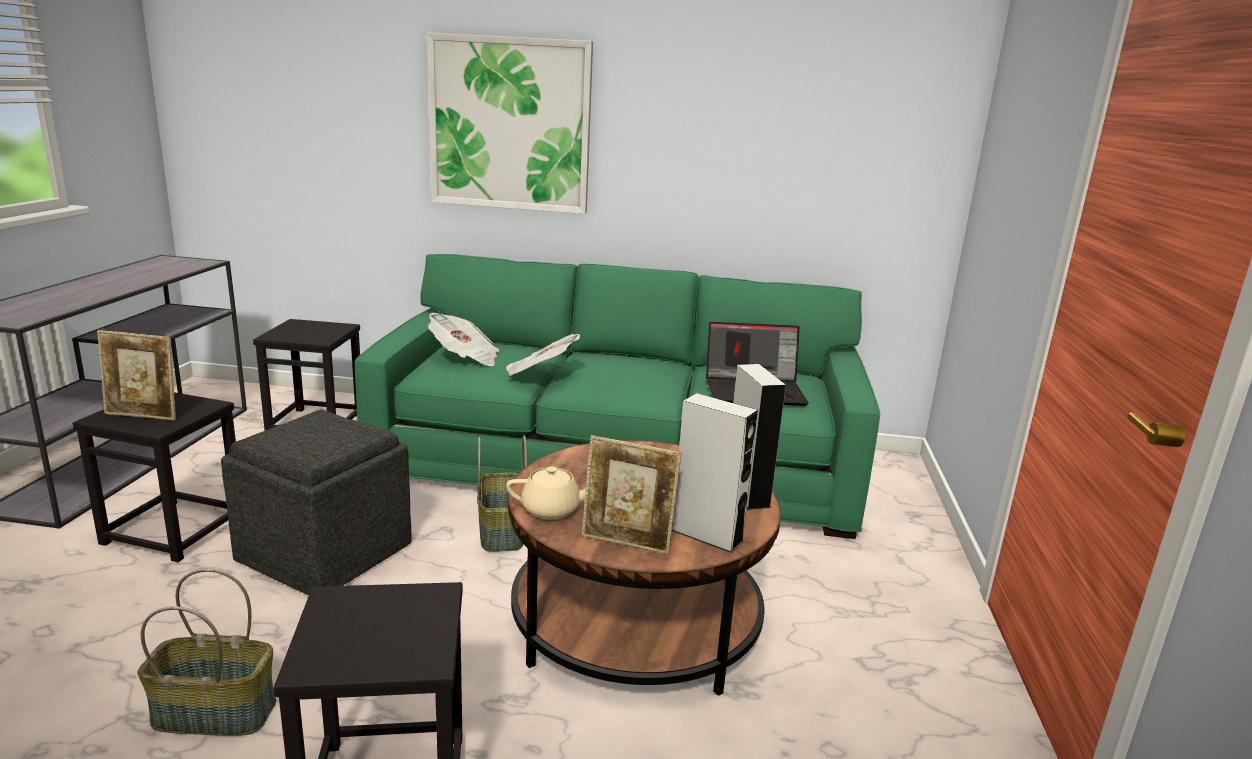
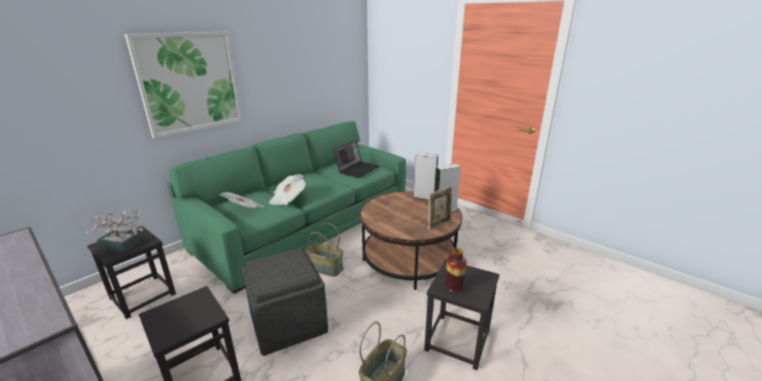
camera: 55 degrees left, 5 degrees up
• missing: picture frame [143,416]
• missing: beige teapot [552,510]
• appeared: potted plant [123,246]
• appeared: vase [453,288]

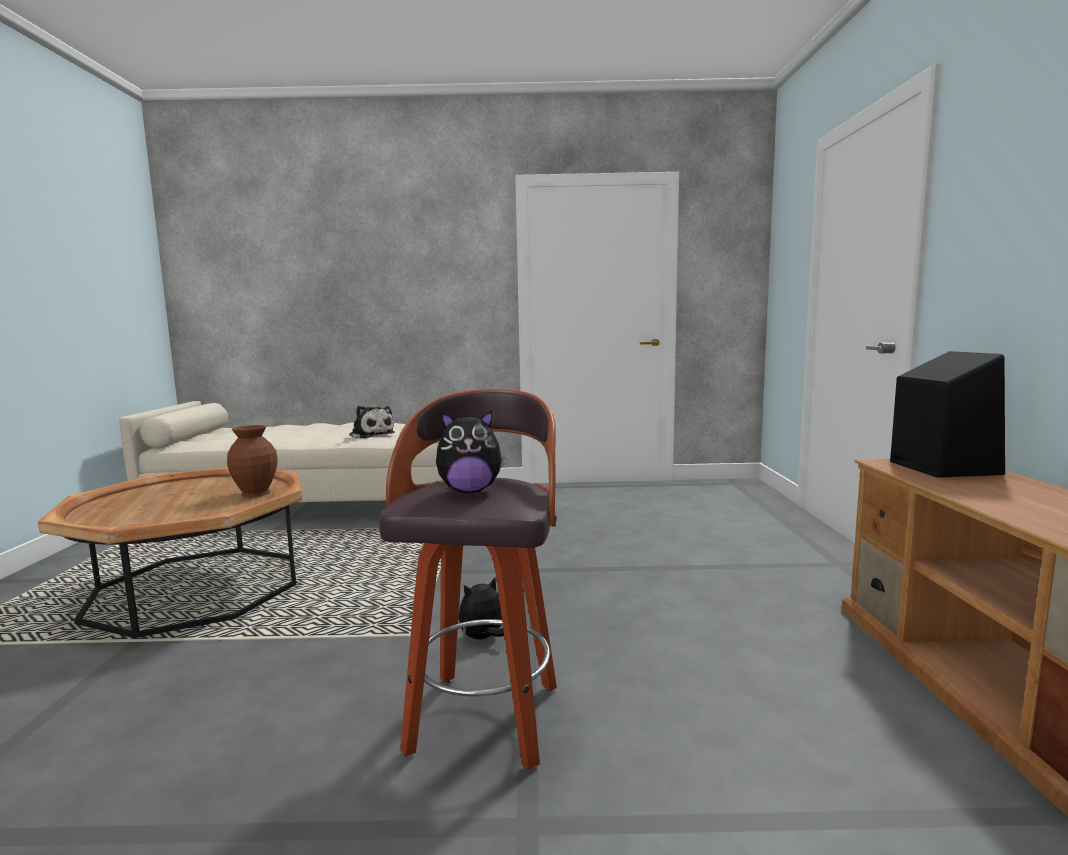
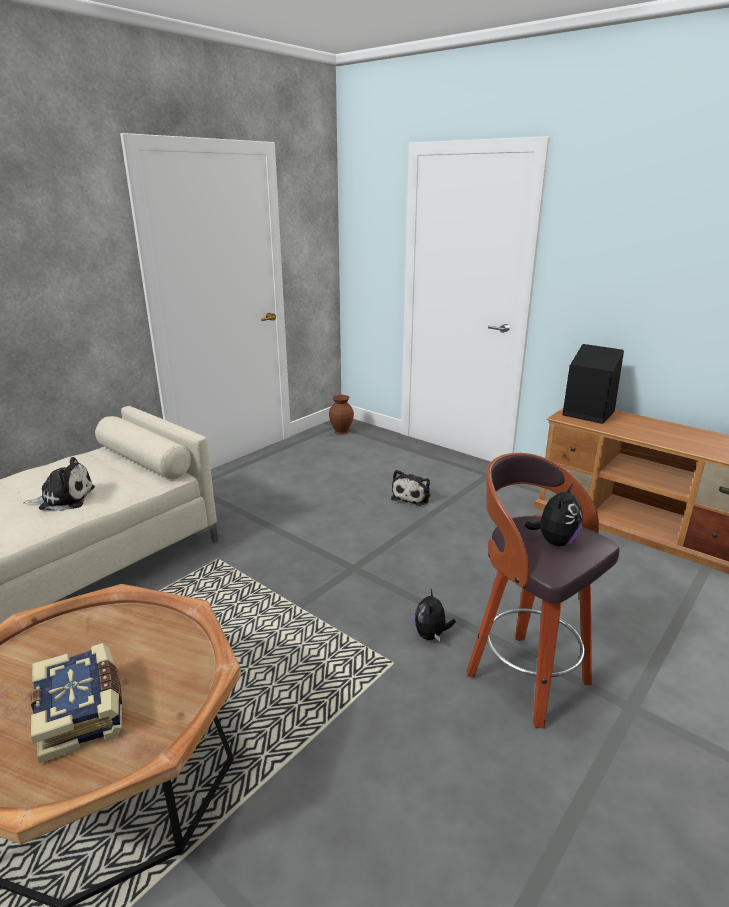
camera: 50 degrees left, 15 degrees up
• appeared: book [82,711]
• appeared: plush toy [412,496]
• relocated: brown vase [256,493] to [342,431]

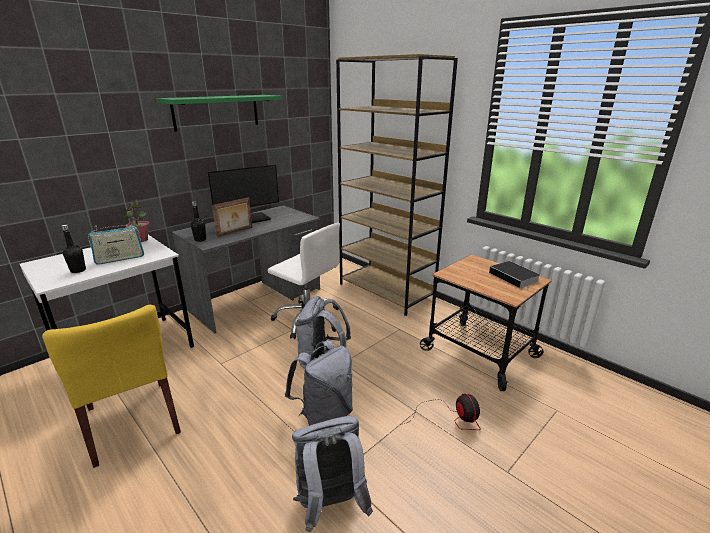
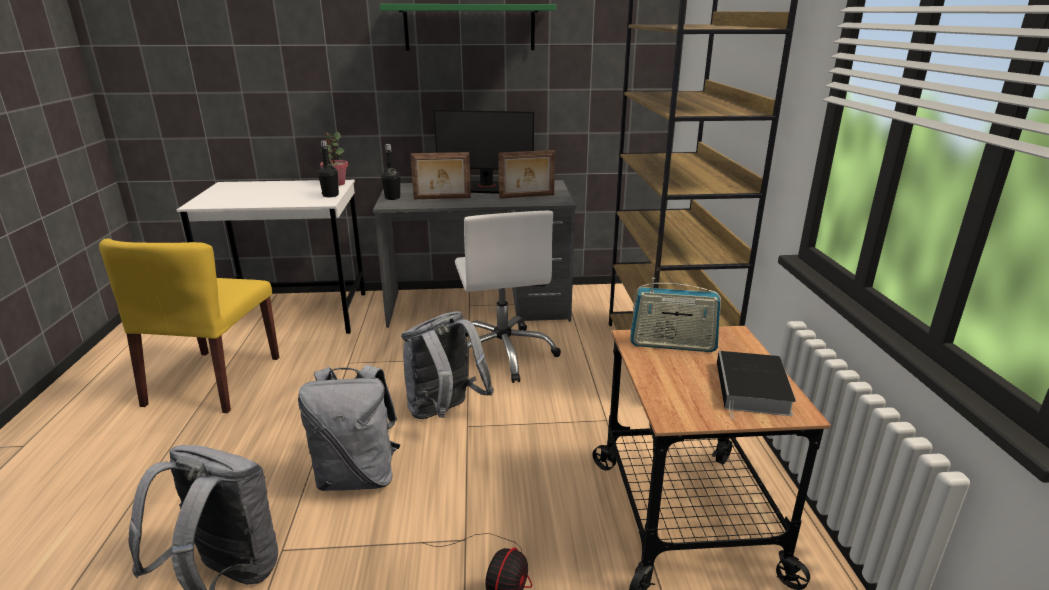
camera: 40 degrees right, 0 degrees up
• appeared: picture frame [527,197]
• relocated: black bottle [78,270] to [330,195]
• relocated: radio [120,259] to [672,344]

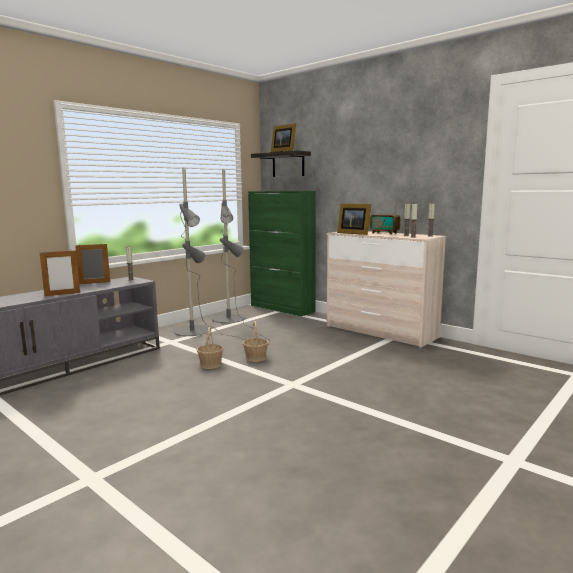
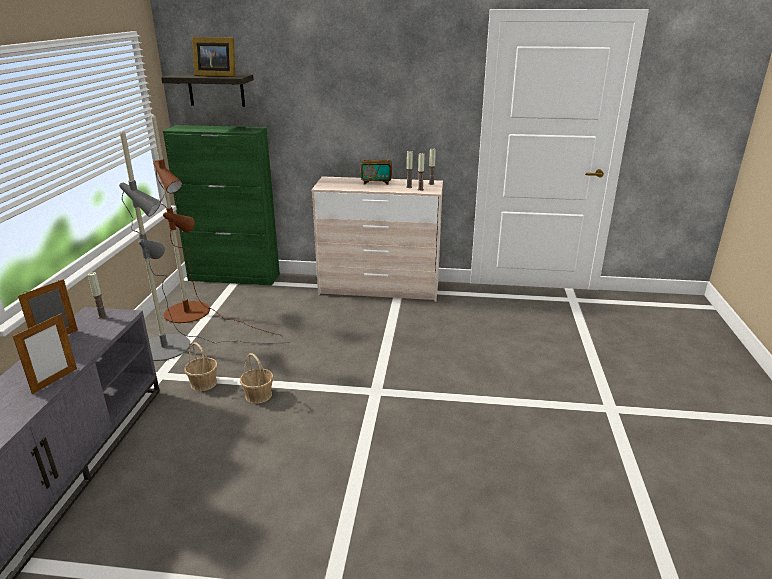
camera: 35 degrees left, 15 degrees up
• missing: picture frame [353,233]
• relocated: basket [256,358] to [203,383]
• colour: grey floor lamp [232,320] to brown floor lamp [196,314]

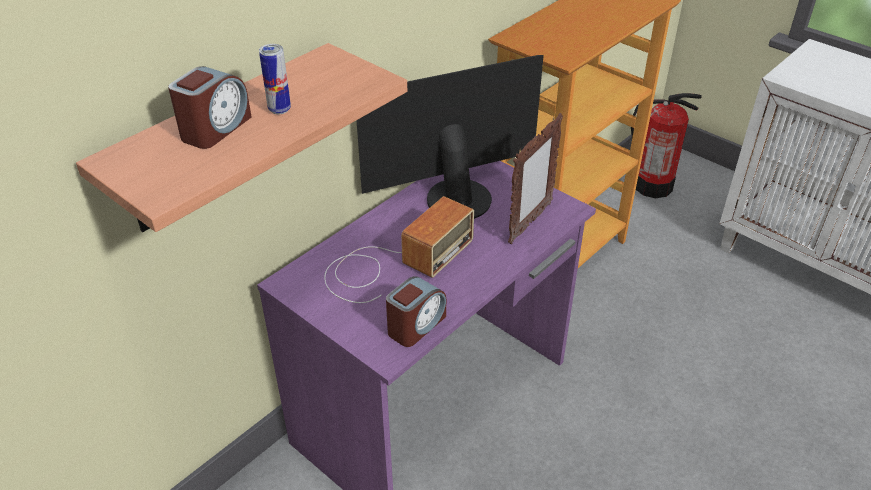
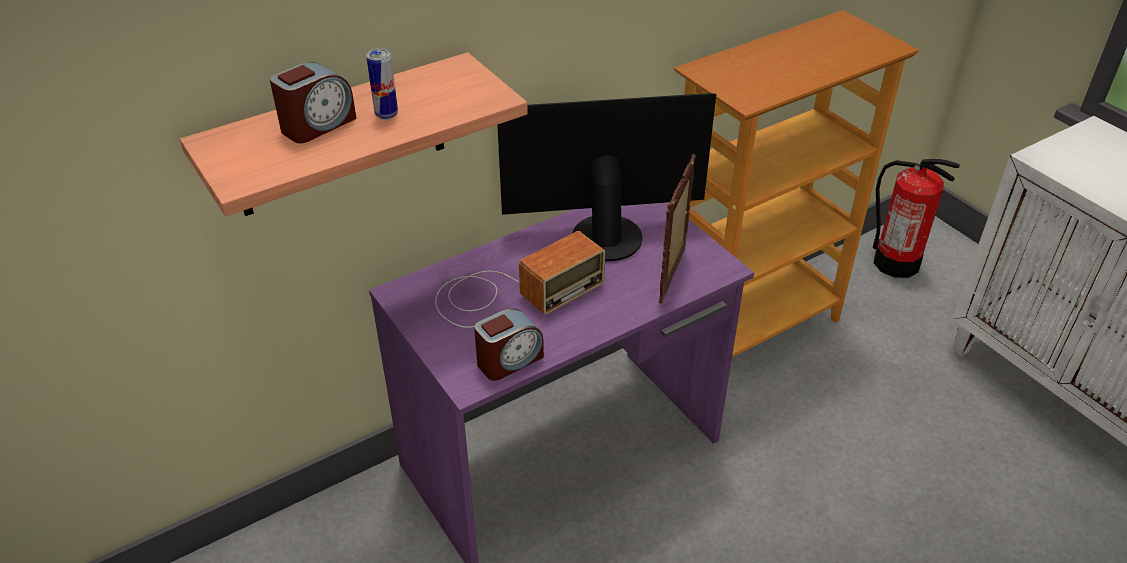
camera: 15 degrees right, 0 degrees up
• spun: picture frame [529,223] = [673,276] 150 degrees clockwise

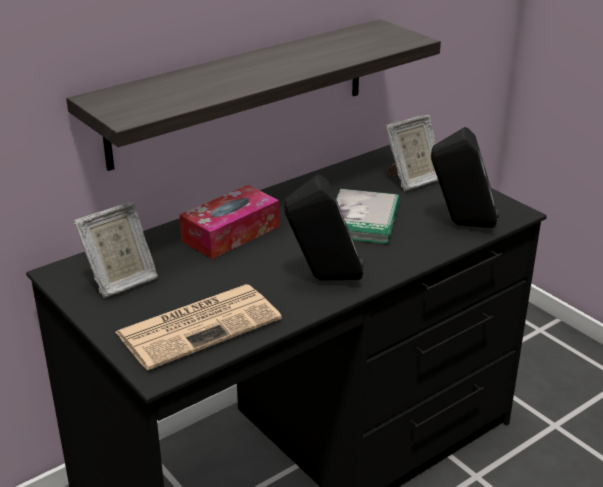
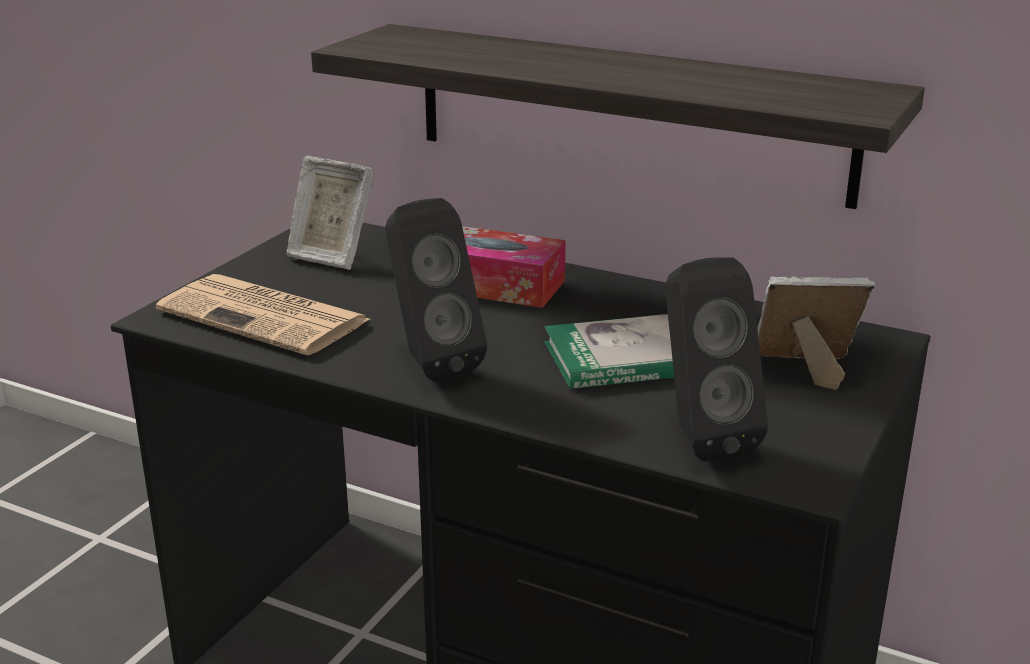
camera: 65 degrees right, 5 degrees down
• spun: picture frame [413,180] = [804,371] 150 degrees clockwise

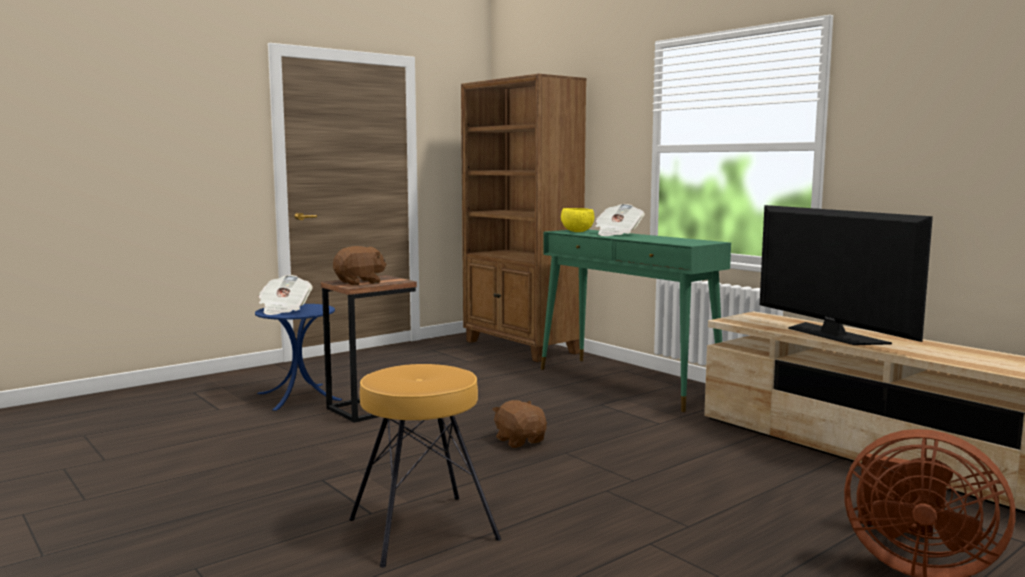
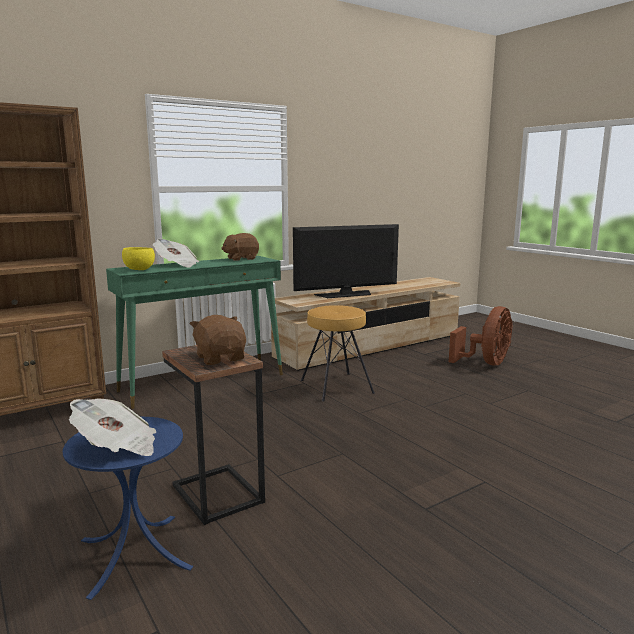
camera: 85 degrees left, 5 degrees up
• relocated: brown stool [422,528] to [336,387]
• relocated: brown plush toy [520,441] to [241,259]

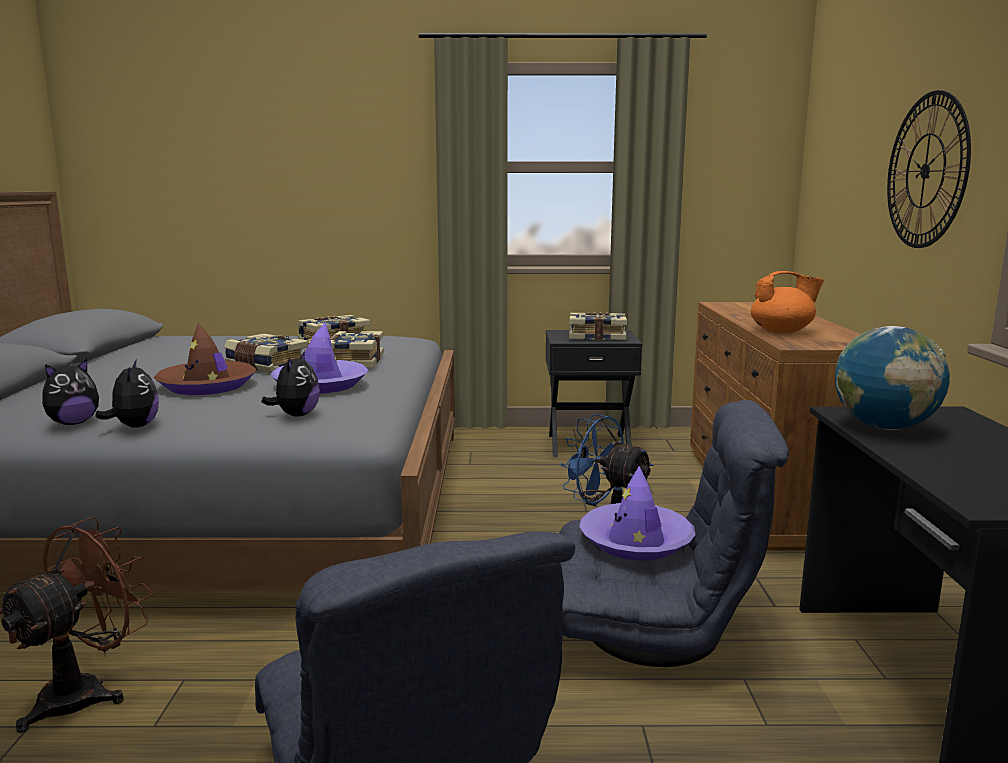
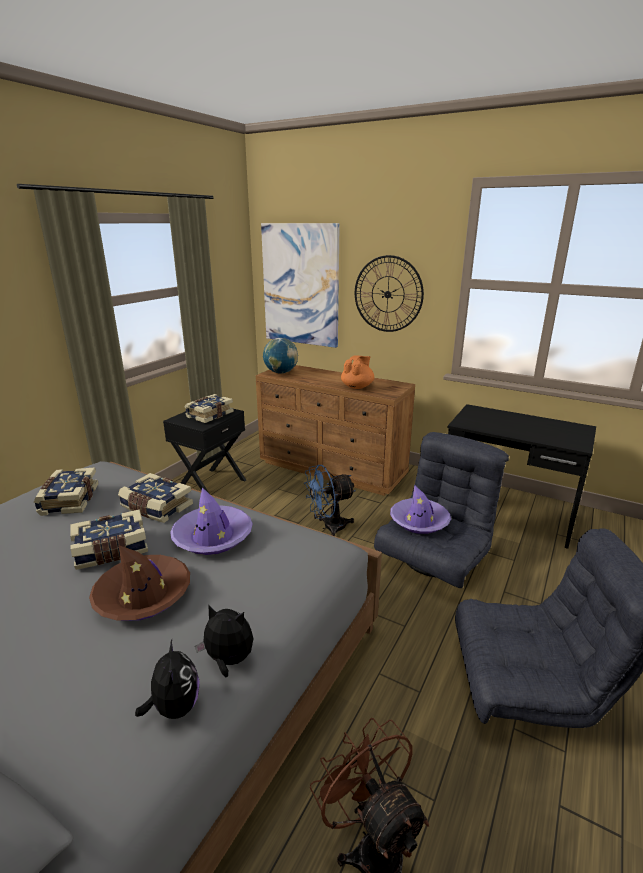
camera: 60 degrees left, 10 degrees up
• missing: plush toy [296,415]
• appeared: picture [301,285]
• relocated: globe [884,427] to [281,372]

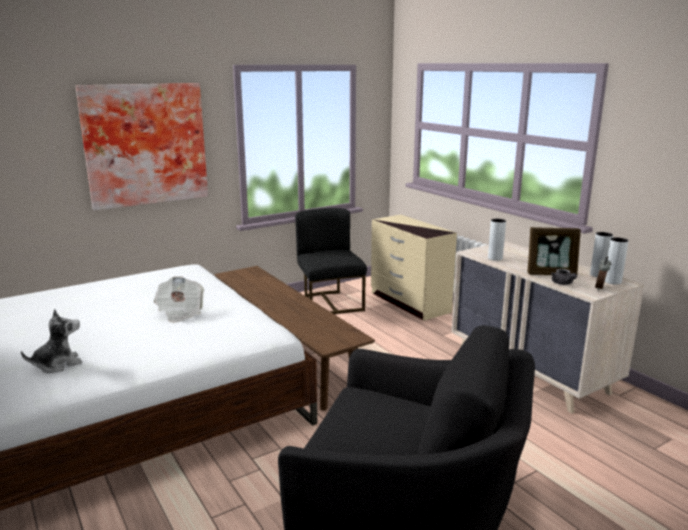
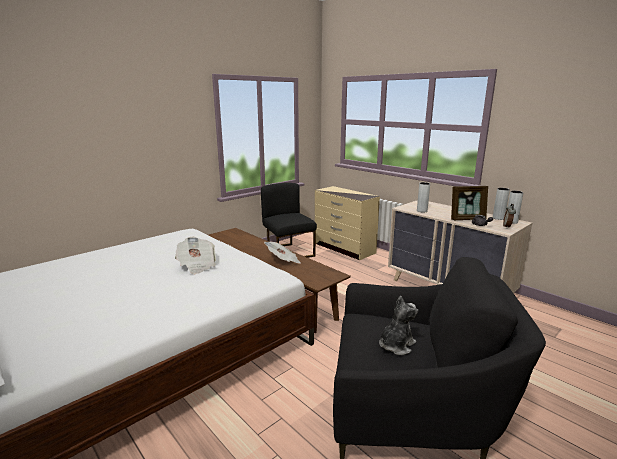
camera: 10 degrees left, 0 degrees up
• missing: picture [145,144]
• appeared: newspaper [283,261]
• relocated: plush toy [58,364] to [396,345]

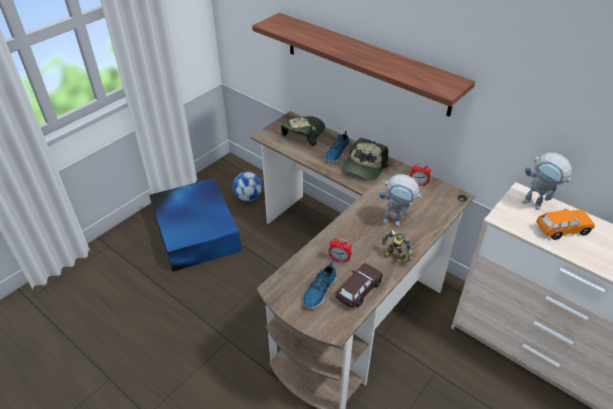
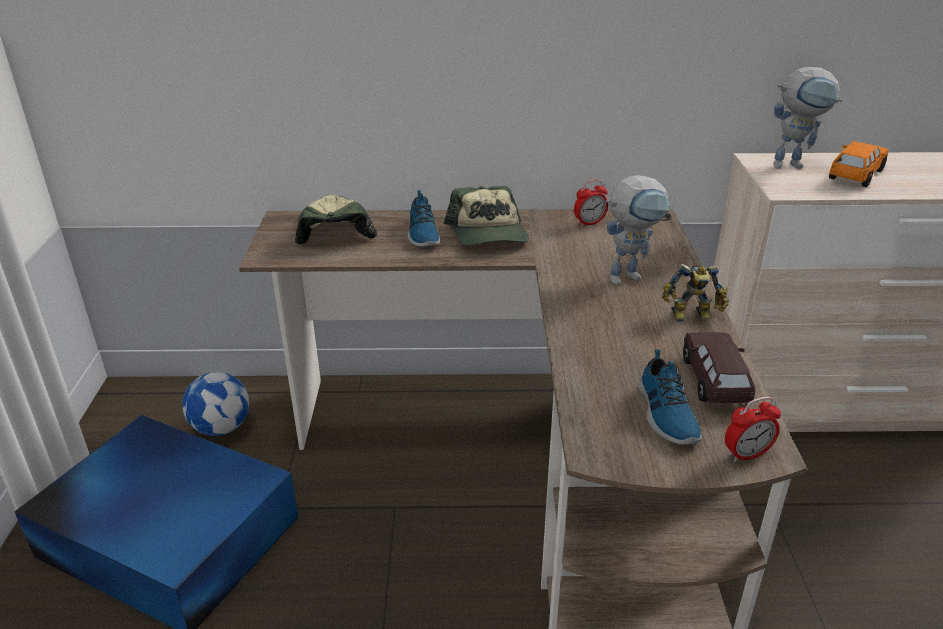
camera: 40 degrees left, 10 degrees down
• missing: shelf [365,63]
• relocated: alarm clock [339,259] to [746,455]

